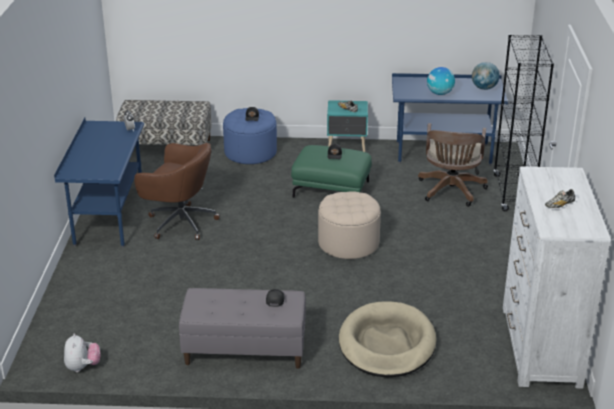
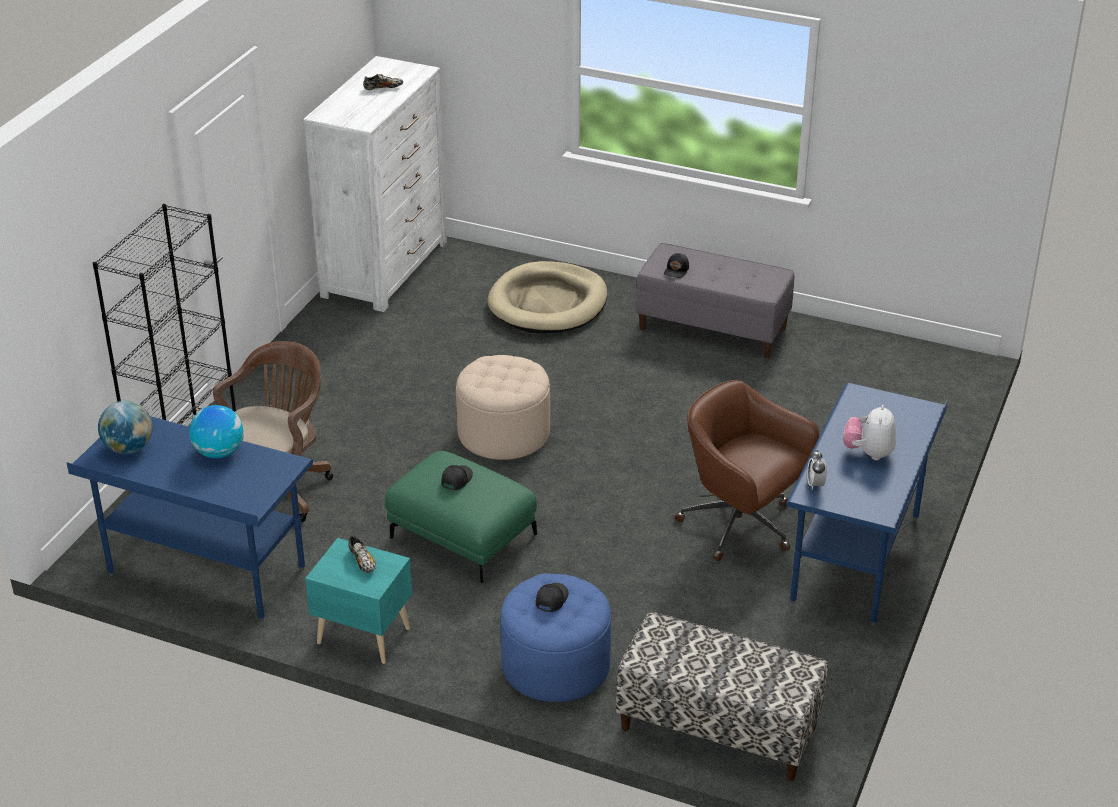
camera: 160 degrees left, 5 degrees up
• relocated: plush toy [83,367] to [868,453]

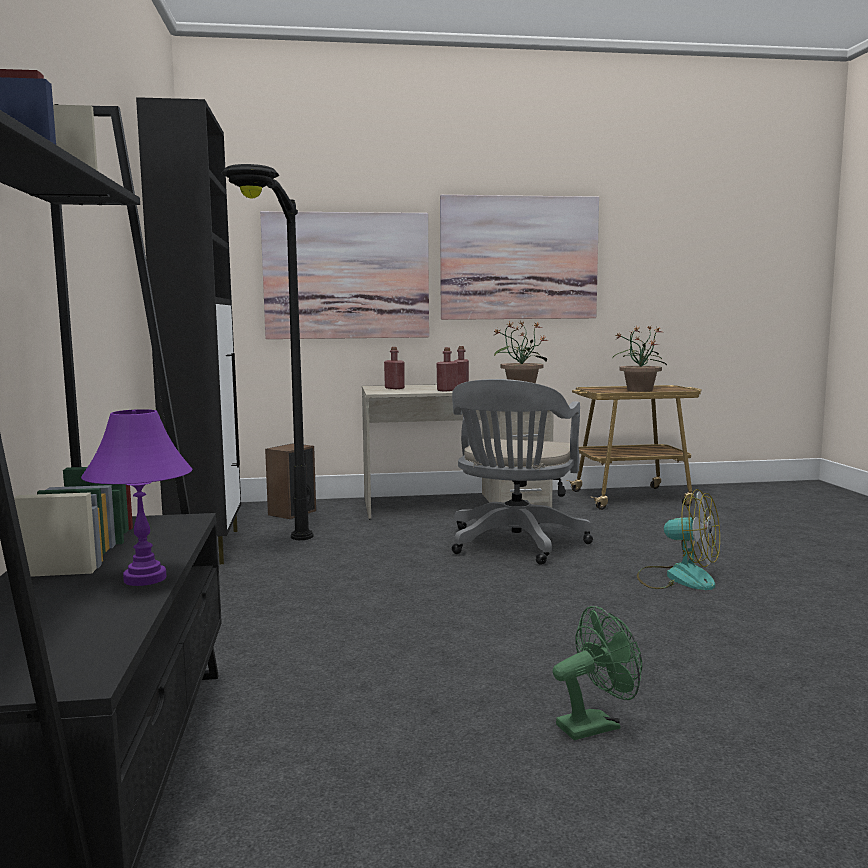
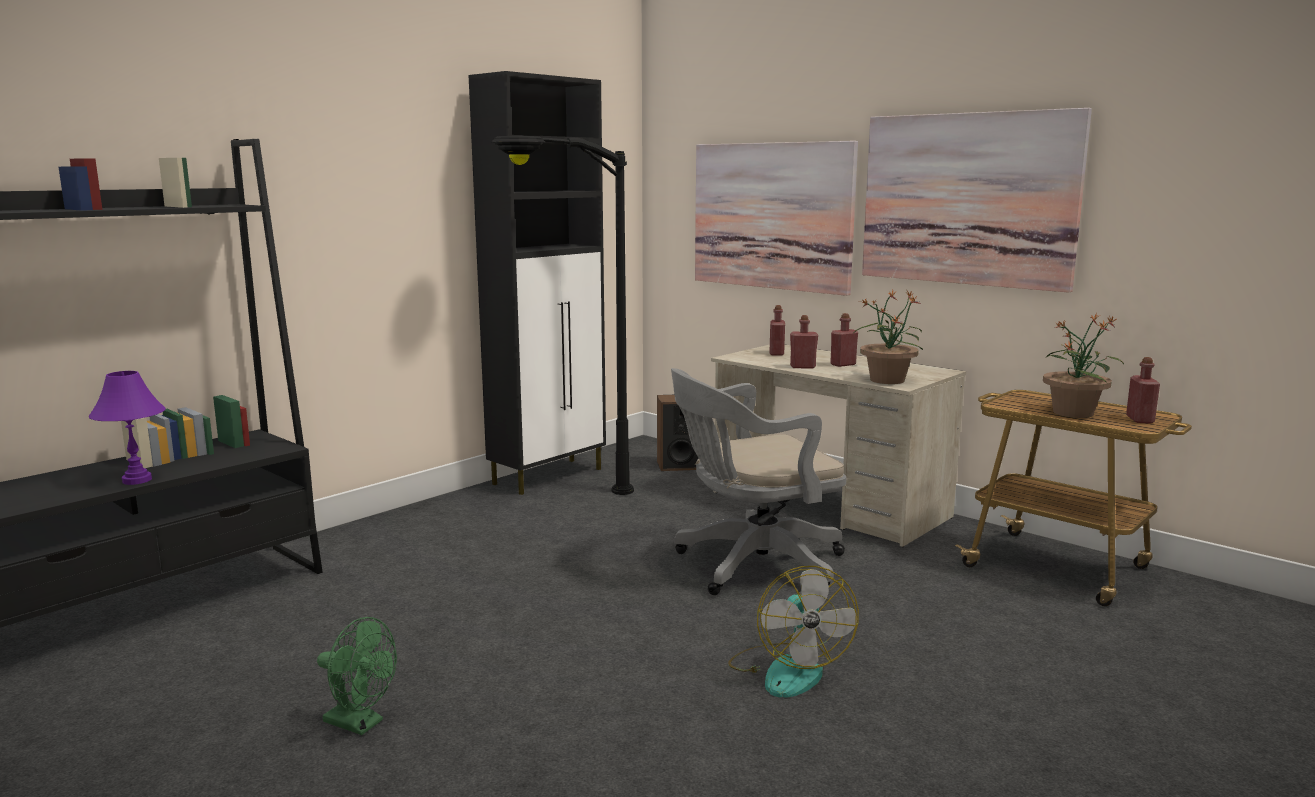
camera: 50 degrees right, 5 degrees up
• appeared: red bottle [1140,420]

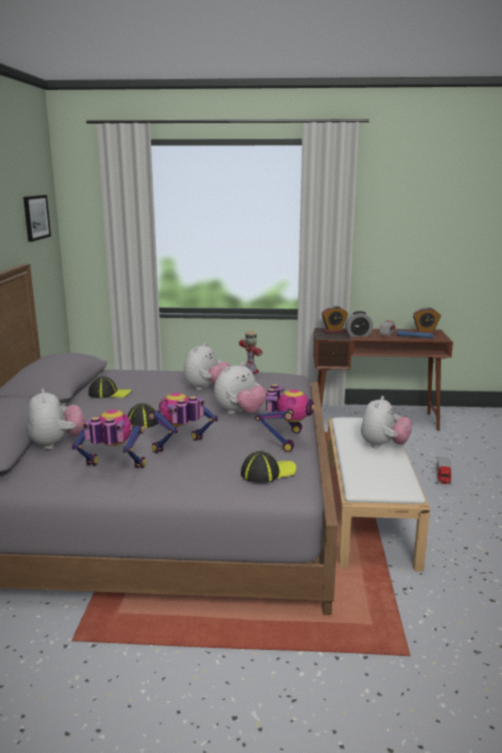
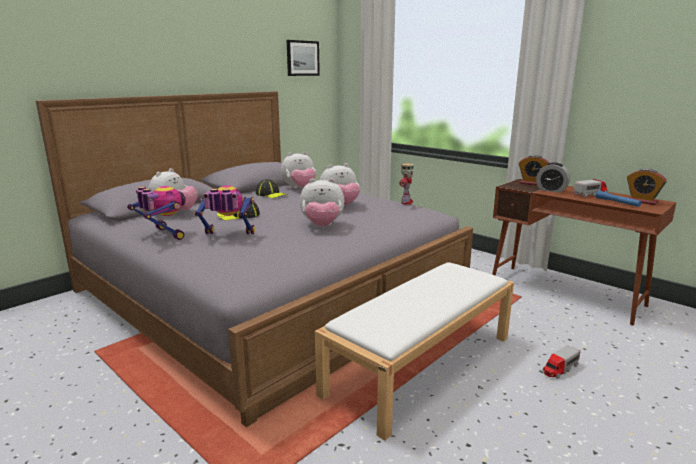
camera: 40 degrees right, 0 degrees up
• missing: cap [268,472]
• missing: toy robot [285,440]
• relocated: plush toy [383,446] to [299,188]

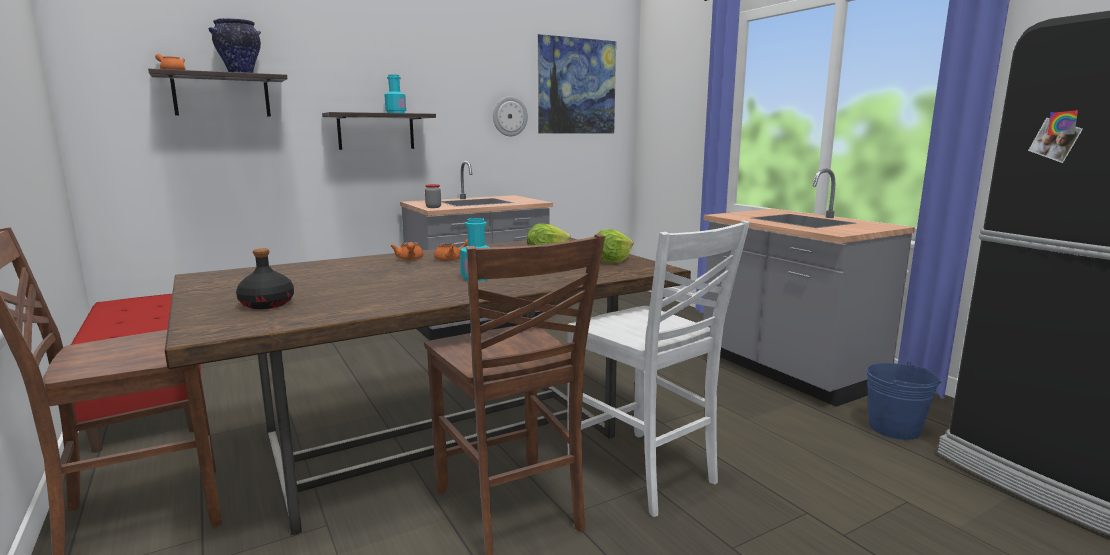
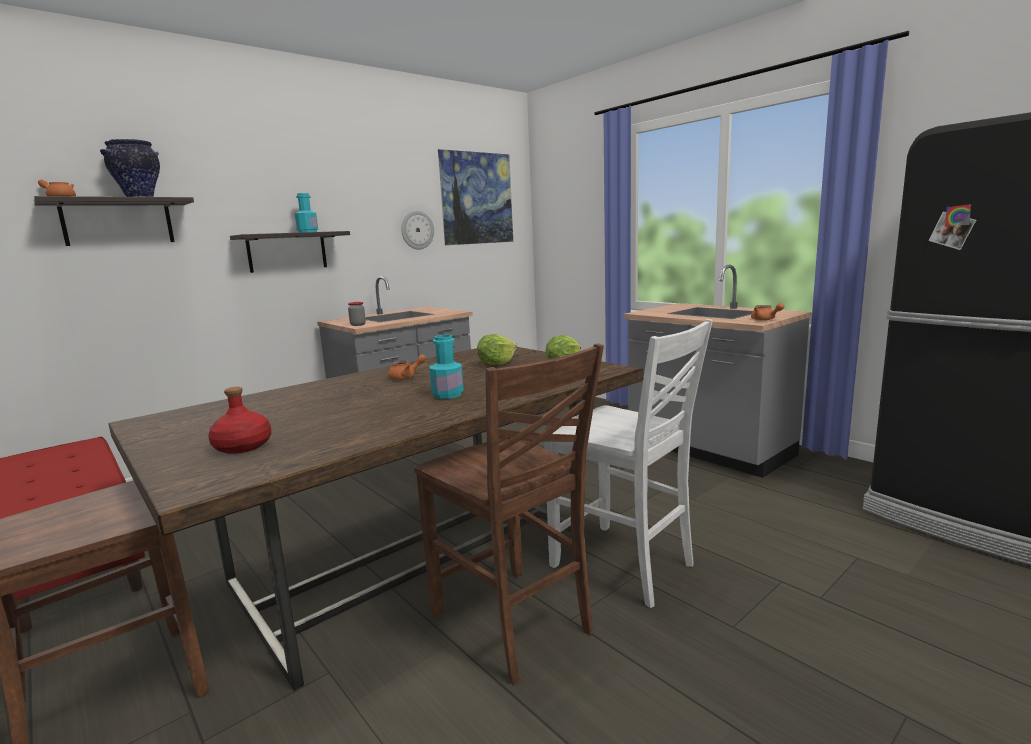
camera: 10 degrees left, 0 degrees up
• missing: blue bucket [894,428]
• relocated: orange teapot [409,259] to [765,319]
• colour: black bottle [267,304] to red bottle [243,446]

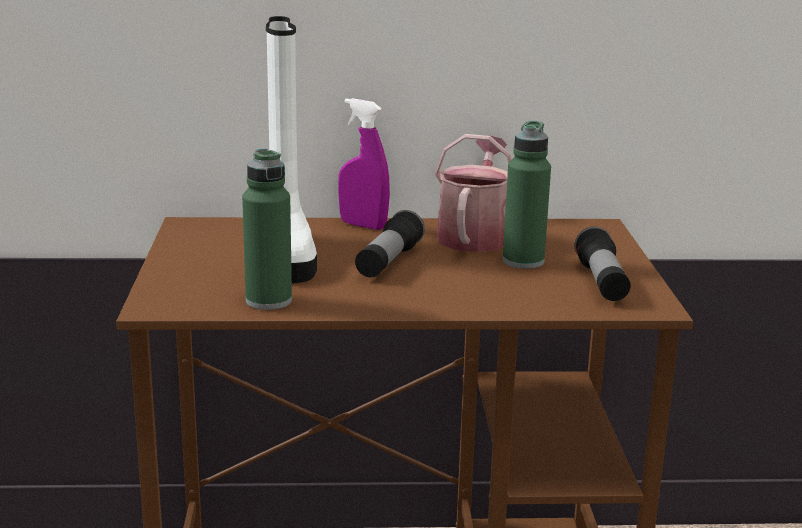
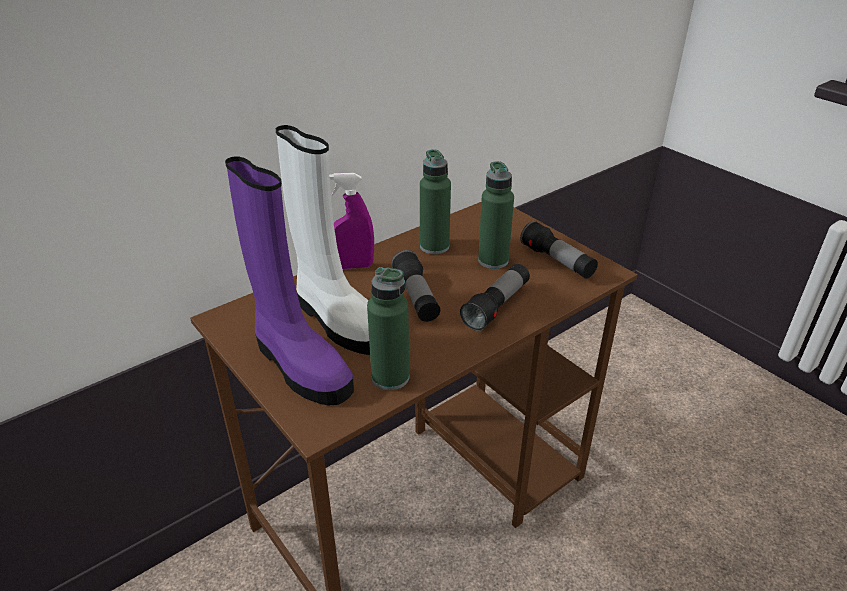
camera: 35 degrees left, 15 degrees up
• appeared: purple boot [299,365]
• appeared: flashlight [496,306]
• exchanged: watering can [474,235] to green bottle [434,246]

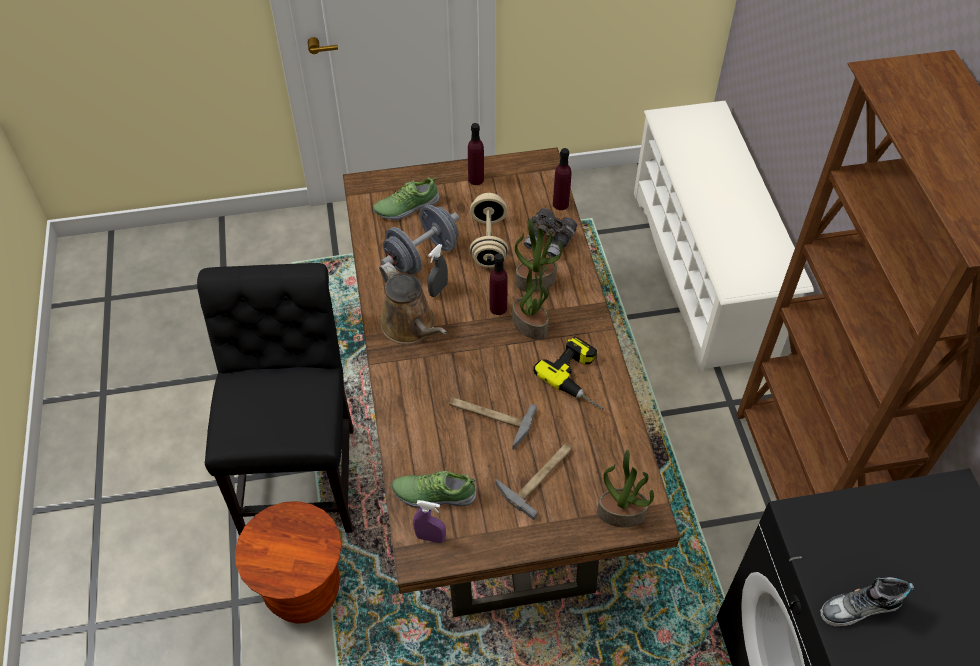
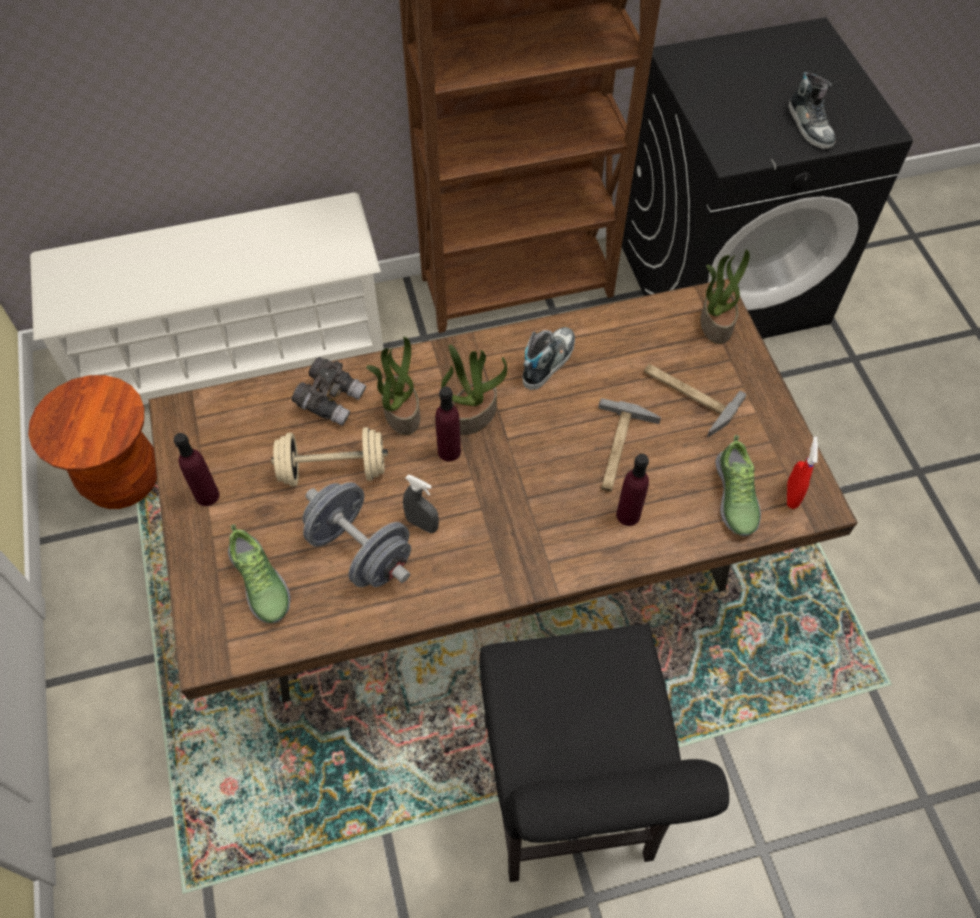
camera: 95 degrees left, 5 degrees up
• missing: brown watering can [411,326]
• relocated: brown stool [303,592] to [122,480]
• relocated: purple bottle [560,204] to [628,515]
• exchanged: power drill [581,378] to shoe [548,361]
• colour: purple spray bottle [430,537] to red spray bottle [791,495]
• spun: black chair [300,473] = [568,800] 90 degrees counterclockwise

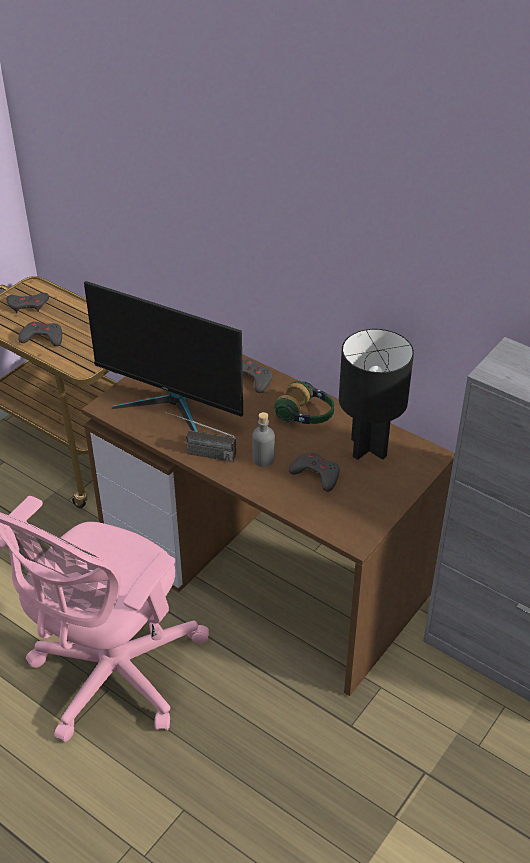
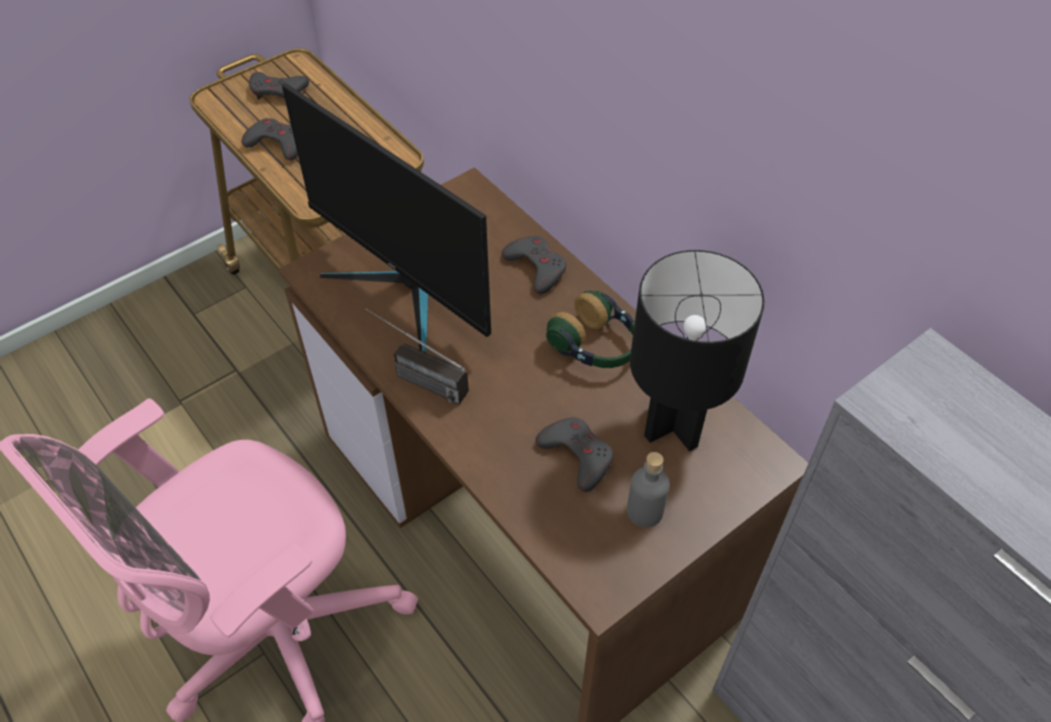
camera: 15 degrees right, 10 degrees up
• relocated: grey bottle [263,459] to [644,511]

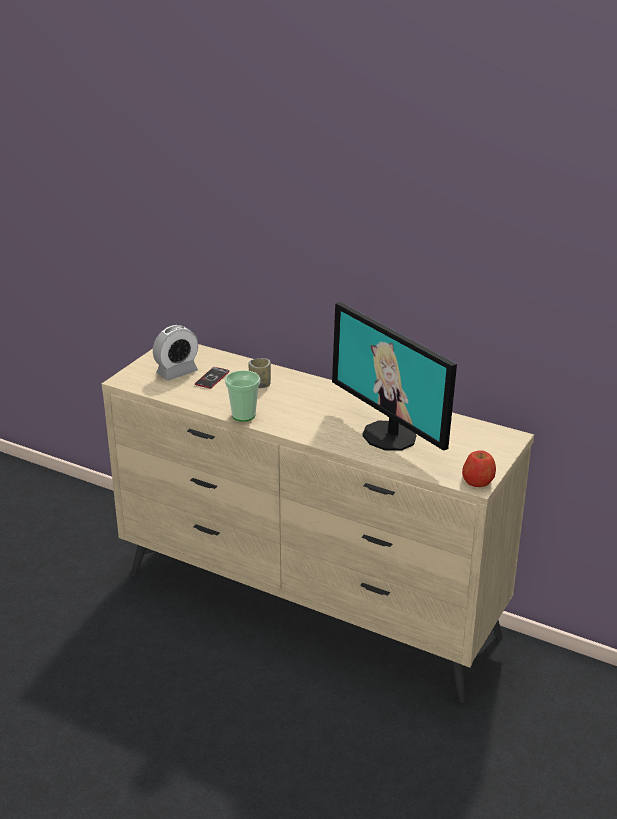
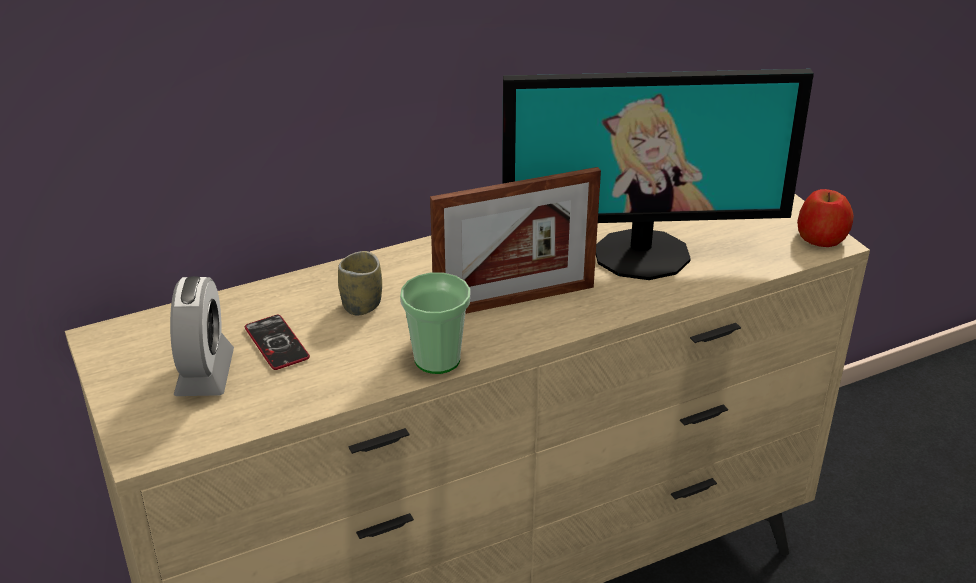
camera: 55 degrees left, 5 degrees up
• appeared: picture frame [515,301]

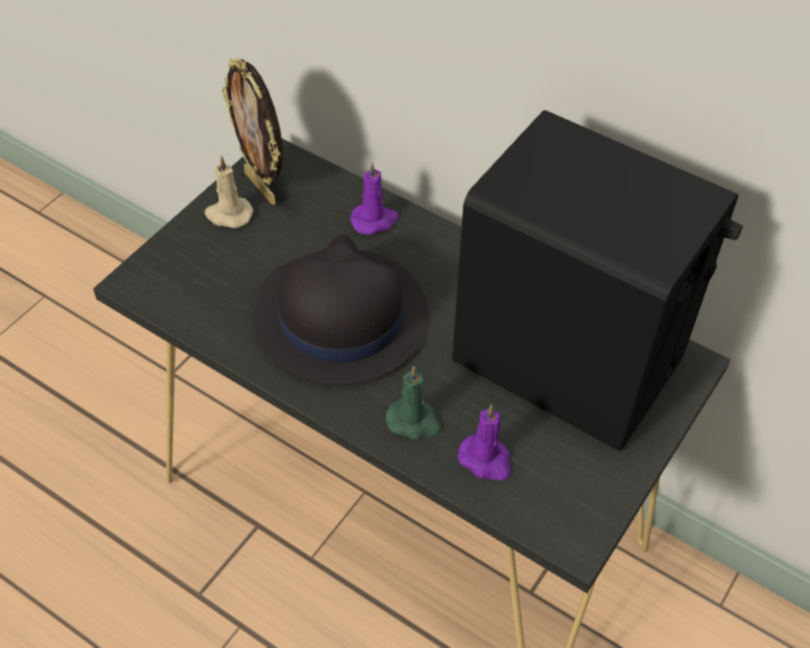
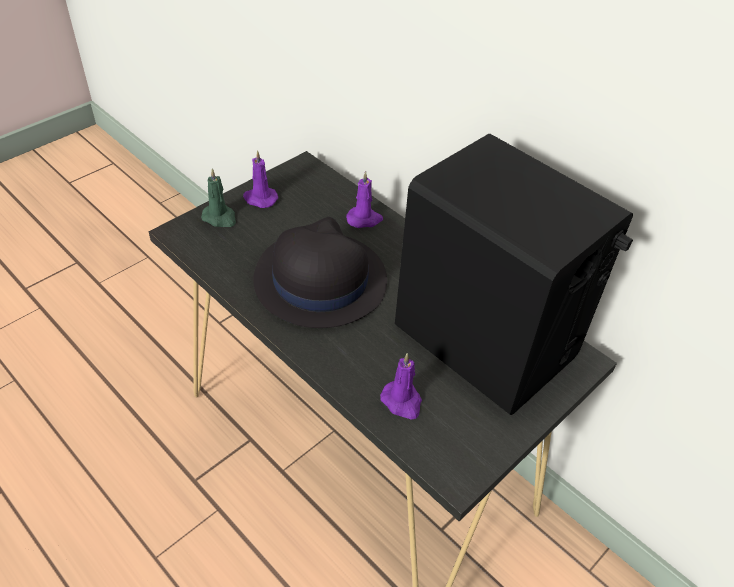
camera: 10 degrees right, 5 degrees down
• missing: picture frame [262,187]
• relocated: green candle [414,421] to [220,218]
• colour: beige candle [228,214] to purple candle [260,198]

